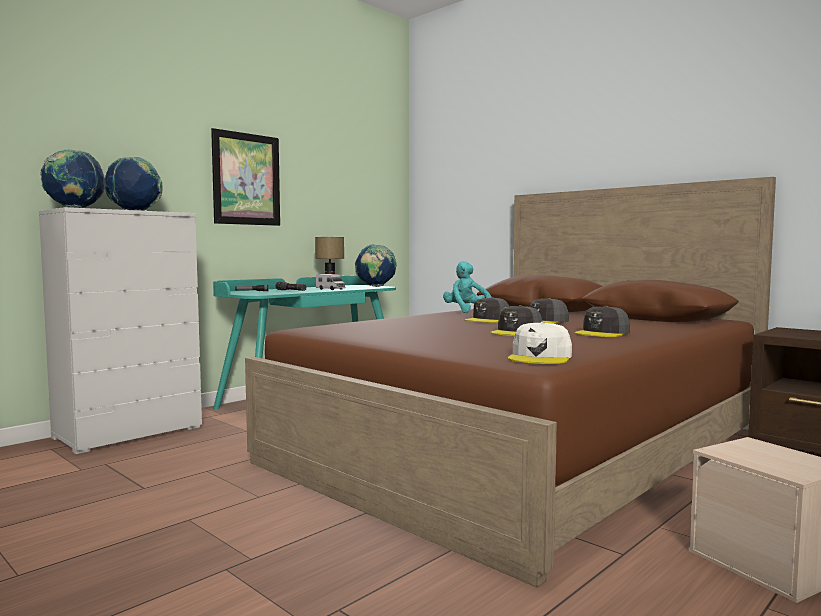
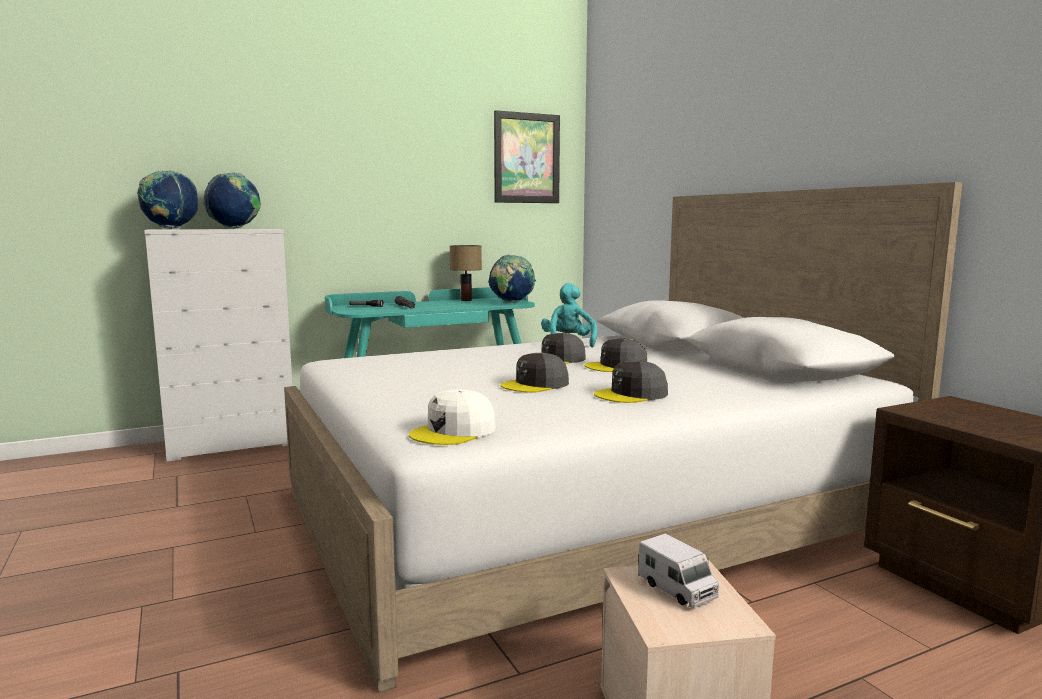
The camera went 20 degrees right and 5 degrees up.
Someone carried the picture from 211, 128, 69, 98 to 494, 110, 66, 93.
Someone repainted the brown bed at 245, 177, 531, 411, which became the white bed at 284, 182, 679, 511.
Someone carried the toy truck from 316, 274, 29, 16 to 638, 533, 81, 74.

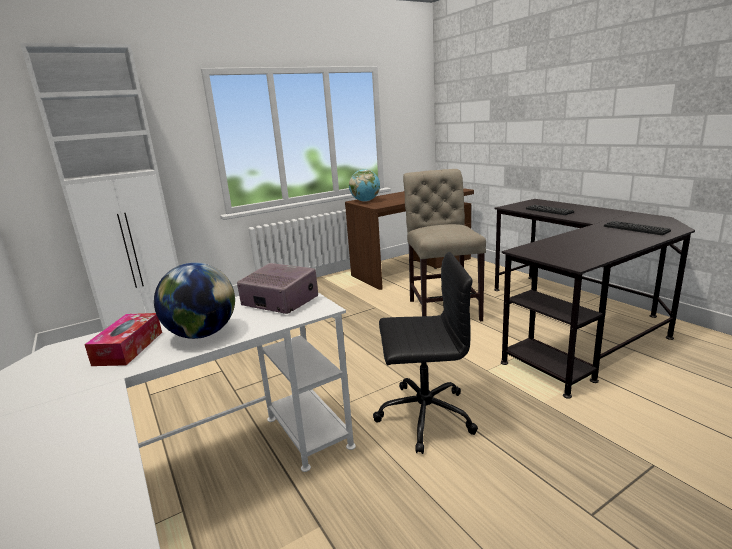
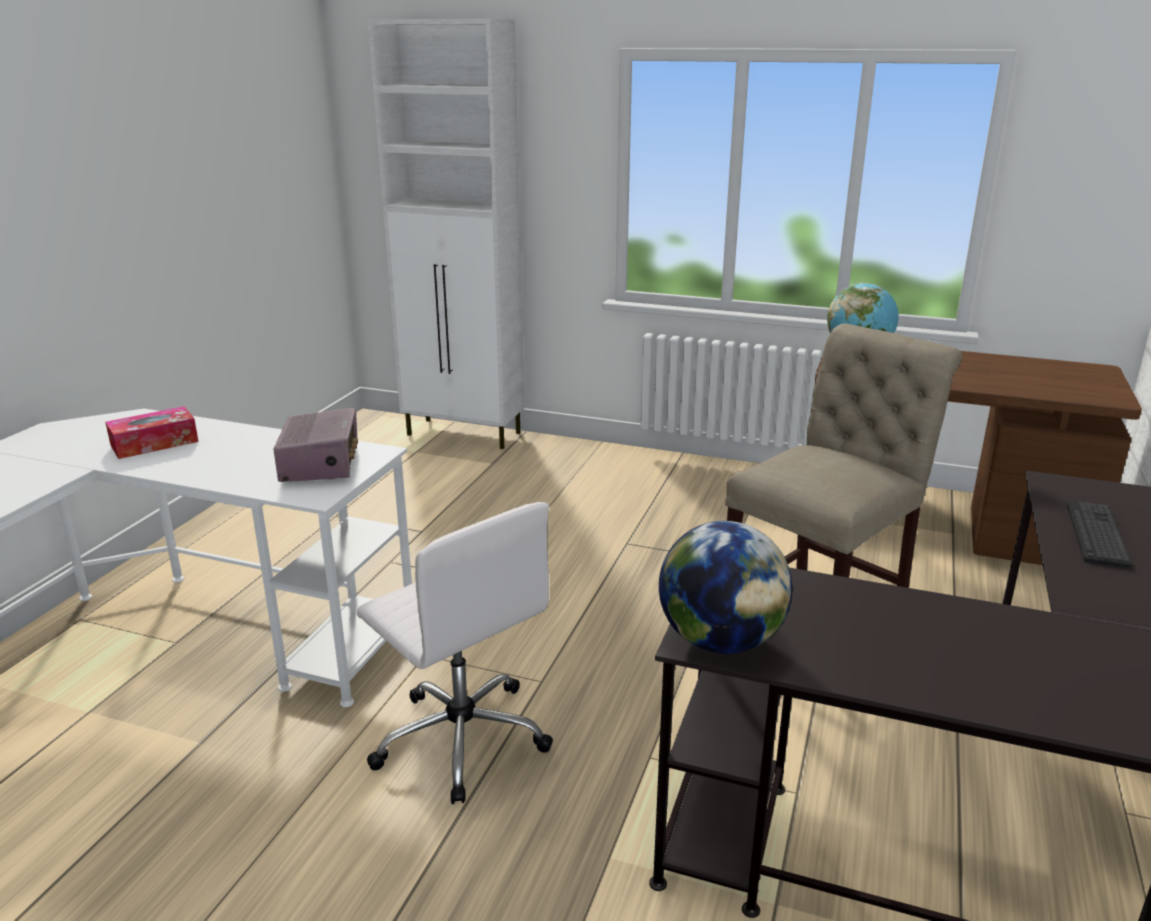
The camera went 50 degrees right and 5 degrees up.
Someone carried the globe from 154, 262, 81, 77 to 659, 521, 133, 133.
Someone repainted the black office chair at 373, 252, 105, 202, which became the white office chair at 357, 502, 196, 302.
Someone took away the keyboard at 604, 221, 67, 14.

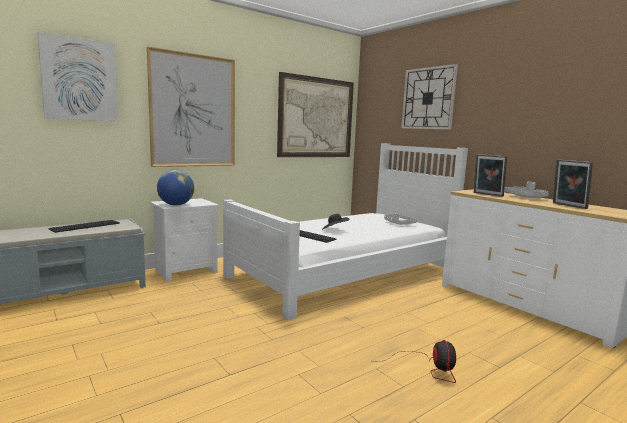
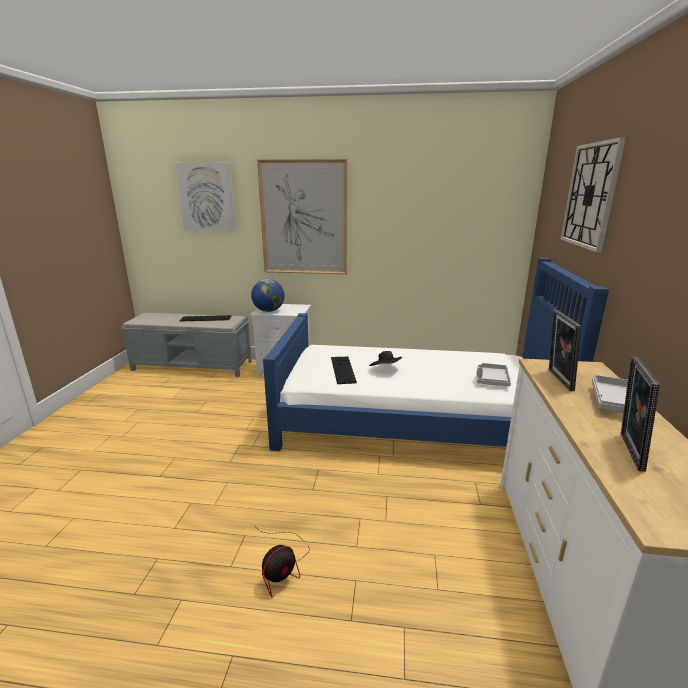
The camera went 45 degrees right and 10 degrees up.
Someone repainted the white bed at 223, 143, 245, 178, which became the blue bed at 263, 258, 346, 193.
Someone took away the picture at 277, 72, 77, 85.

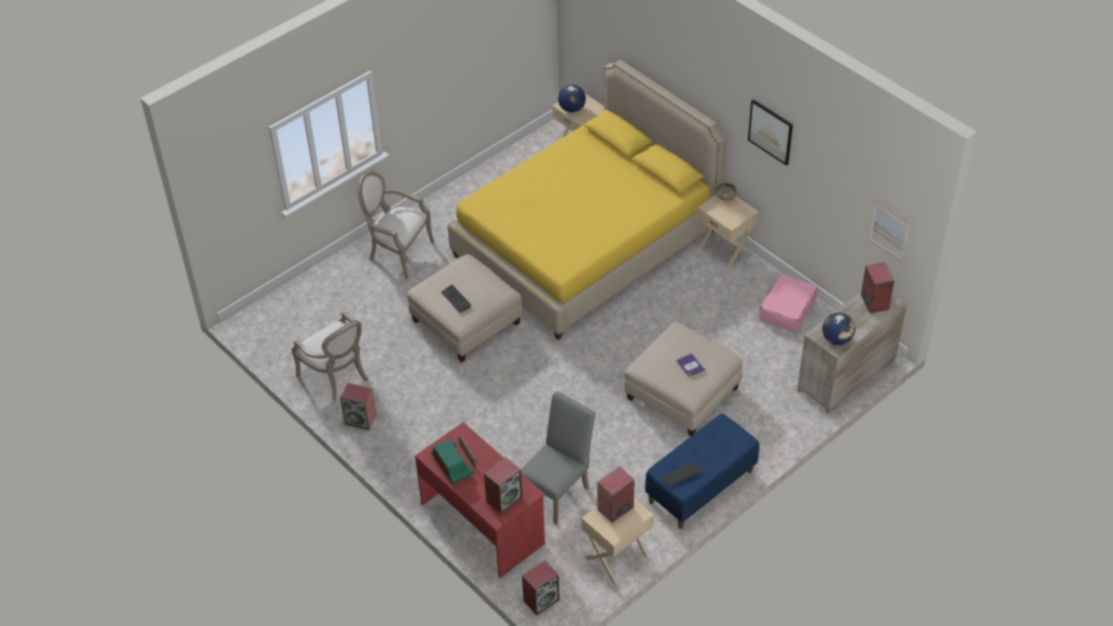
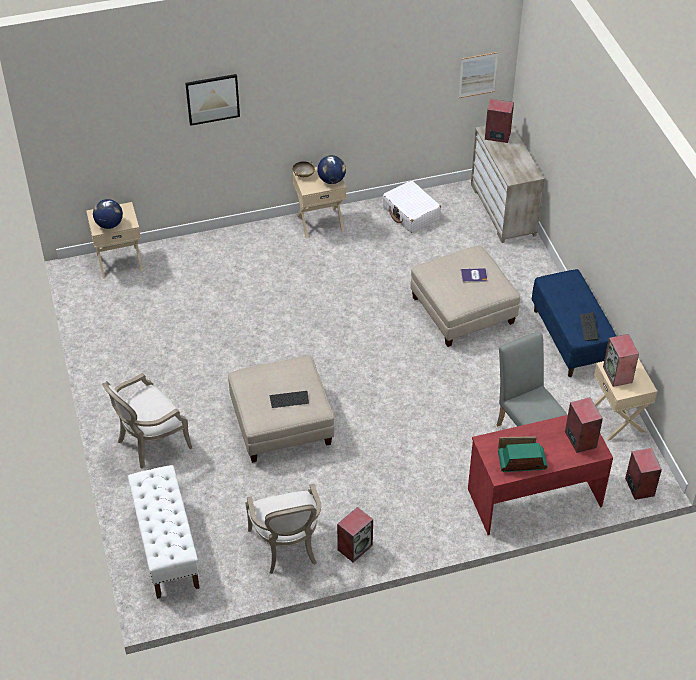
The camera went 65 degrees left and 0 degrees up.
Someone rotated the armchair at 291, 311, 78, 90 by 90 degrees clockwise.
Someone took away the yellow bed at 447, 60, 279, 280.
Someone carried the picture from 748, 99, 45, 67 to 185, 74, 55, 52.
Someone repainted the pink suitcase at 759, 274, 59, 59, which became the white suitcase at 382, 180, 59, 53.
Someone carried the globe from 822, 313, 33, 32 to 317, 155, 29, 29.
Someone put down the white bench at 128, 465, 71, 134.

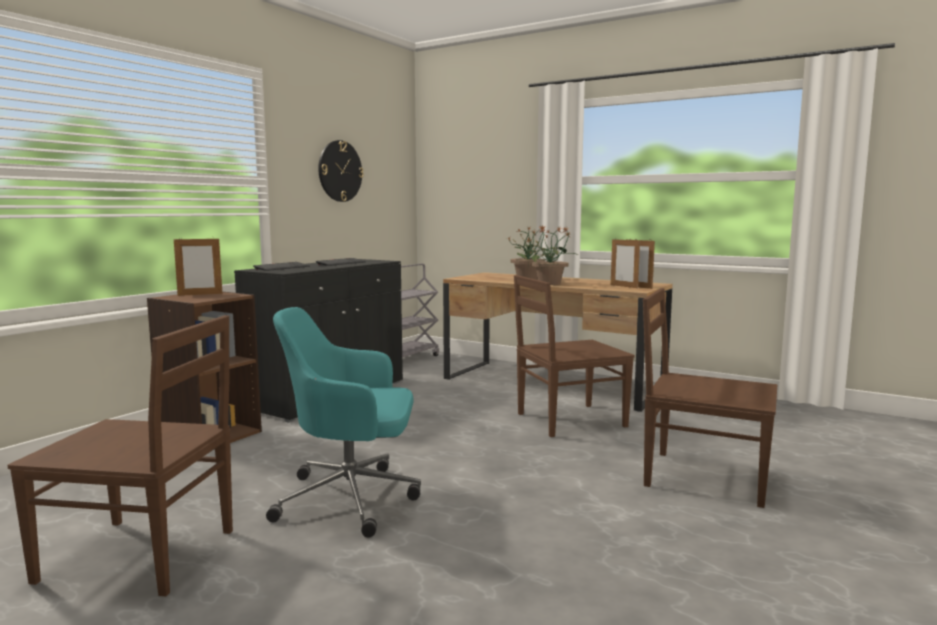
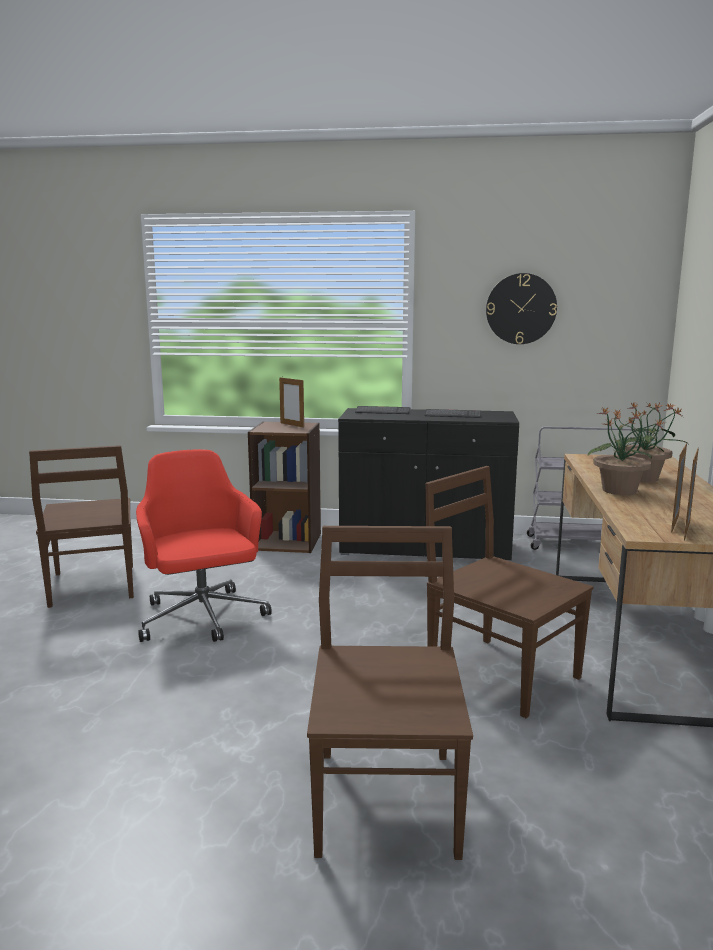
The camera went 65 degrees right and 5 degrees up.
Someone repainted the turquoise office chair at 266, 307, 155, 231, which became the red office chair at 136, 449, 136, 193.

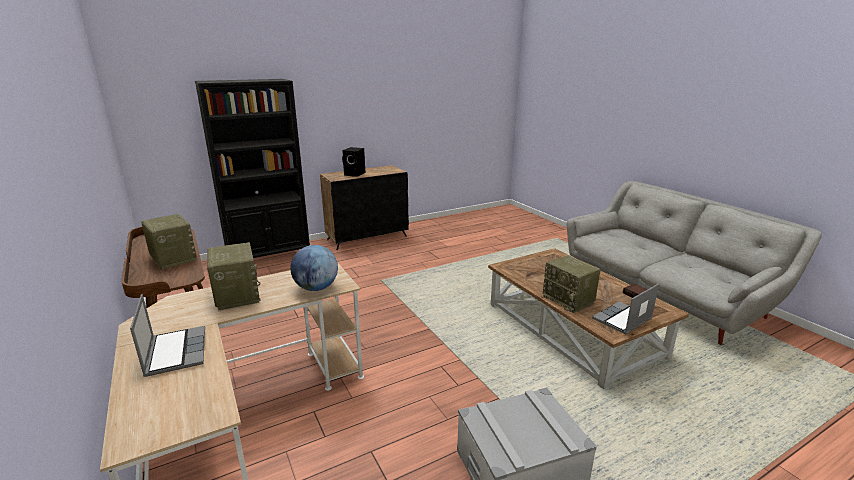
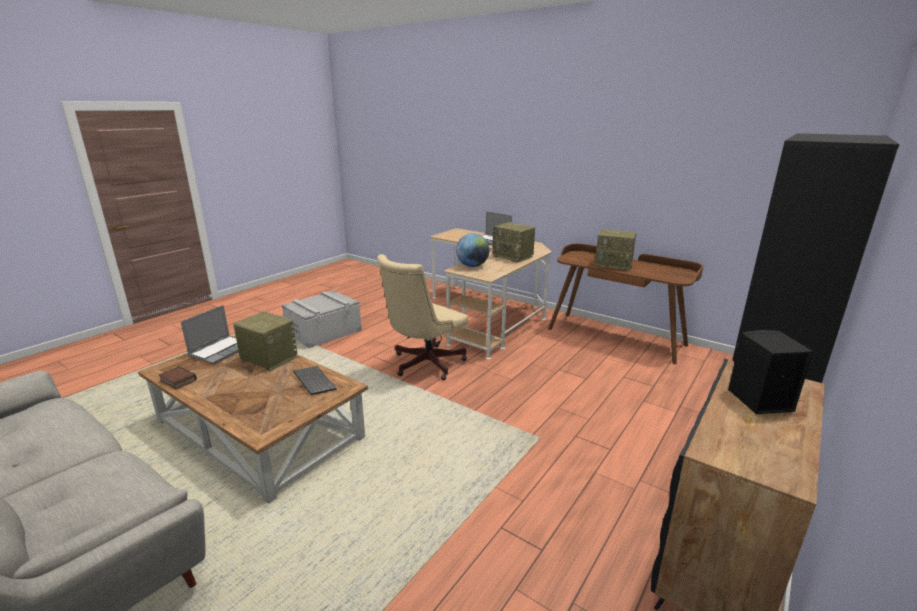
The camera went 155 degrees right and 0 degrees up.
Someone put down the keyboard at 293, 366, 43, 29.
Someone put down the beige office chair at 377, 254, 91, 126.

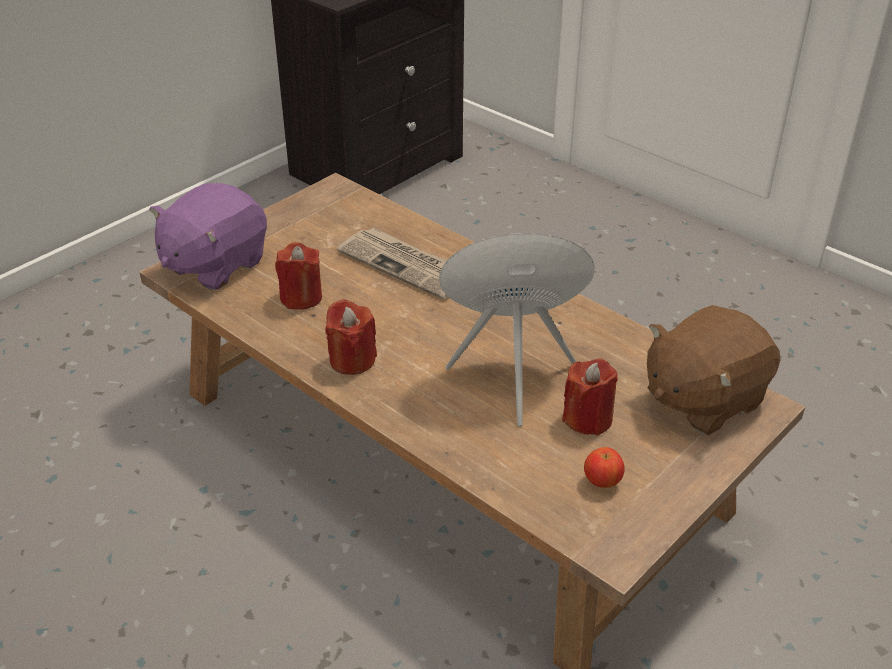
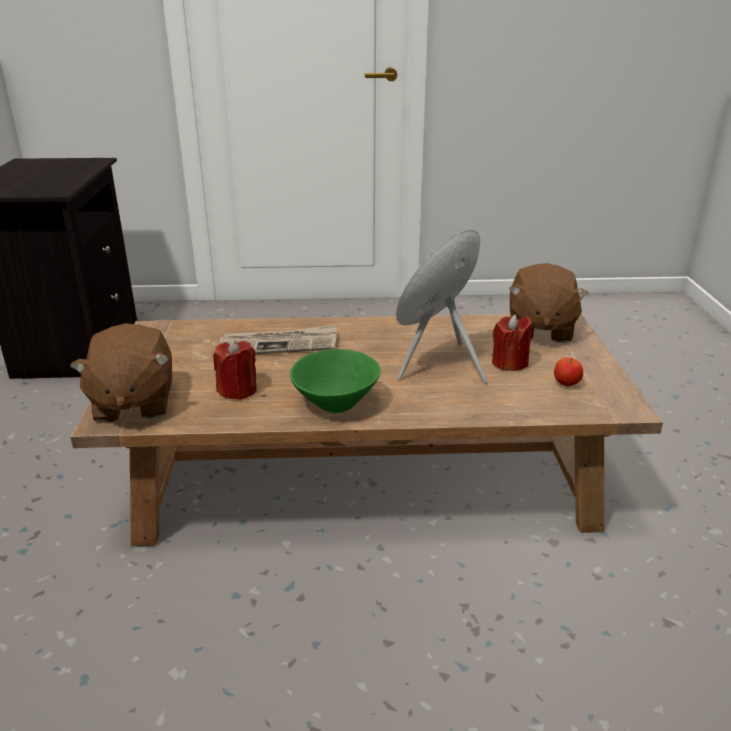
The camera went 45 degrees left and 10 degrees down.
Someone repainted the purple plush toy at 149, 183, 118, 107, which became the brown plush toy at 70, 323, 102, 100.
Someone swapped the red candle at 325, 299, 52, 76 for the green bowl at 290, 349, 91, 64.

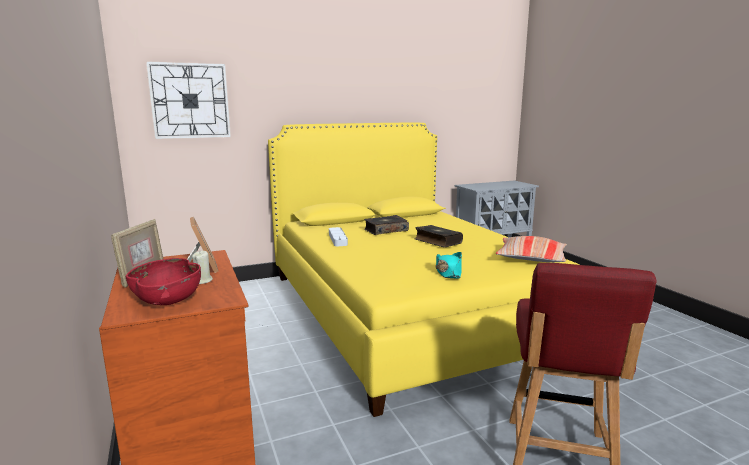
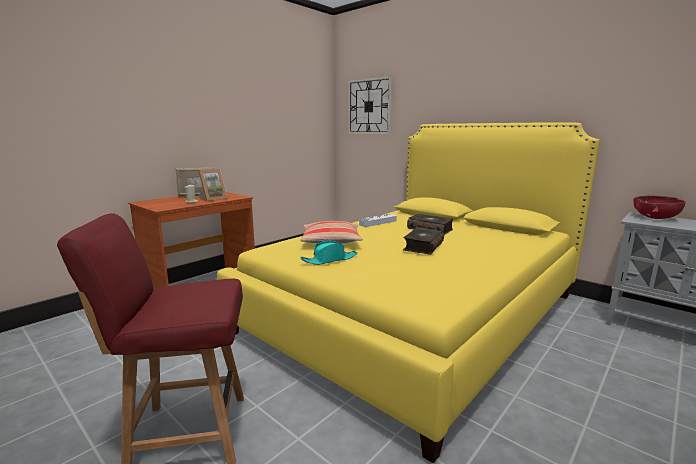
The camera went 65 degrees right and 0 degrees up.
Someone carried the red bowl from 126, 258, 75, 47 to 634, 196, 52, 23.
Someone carried the pillow from 496, 236, 71, 26 to 300, 221, 63, 23.

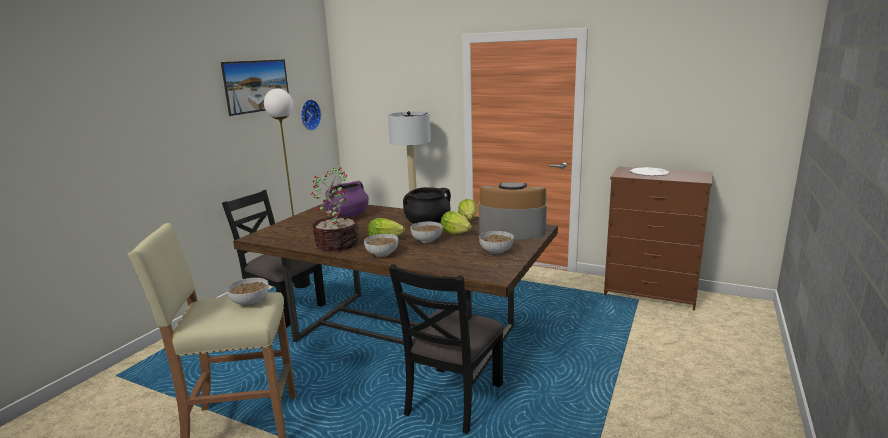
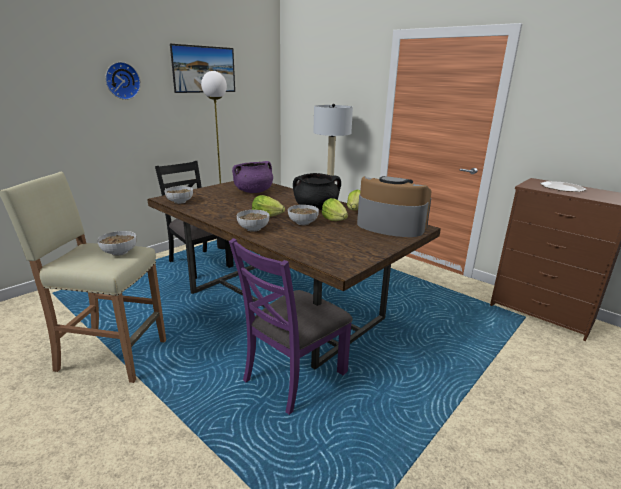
The camera went 15 degrees right and 5 degrees up.
Someone carried the wall clock from 301, 99, 20, 32 to 105, 62, 36, 38.
Someone took away the potted plant at 311, 167, 48, 85.
Someone repainted the black chair at 389, 264, 115, 170, which became the purple chair at 229, 238, 124, 177.
Someone carried the bowl from 479, 231, 35, 23 to 165, 186, 28, 18.

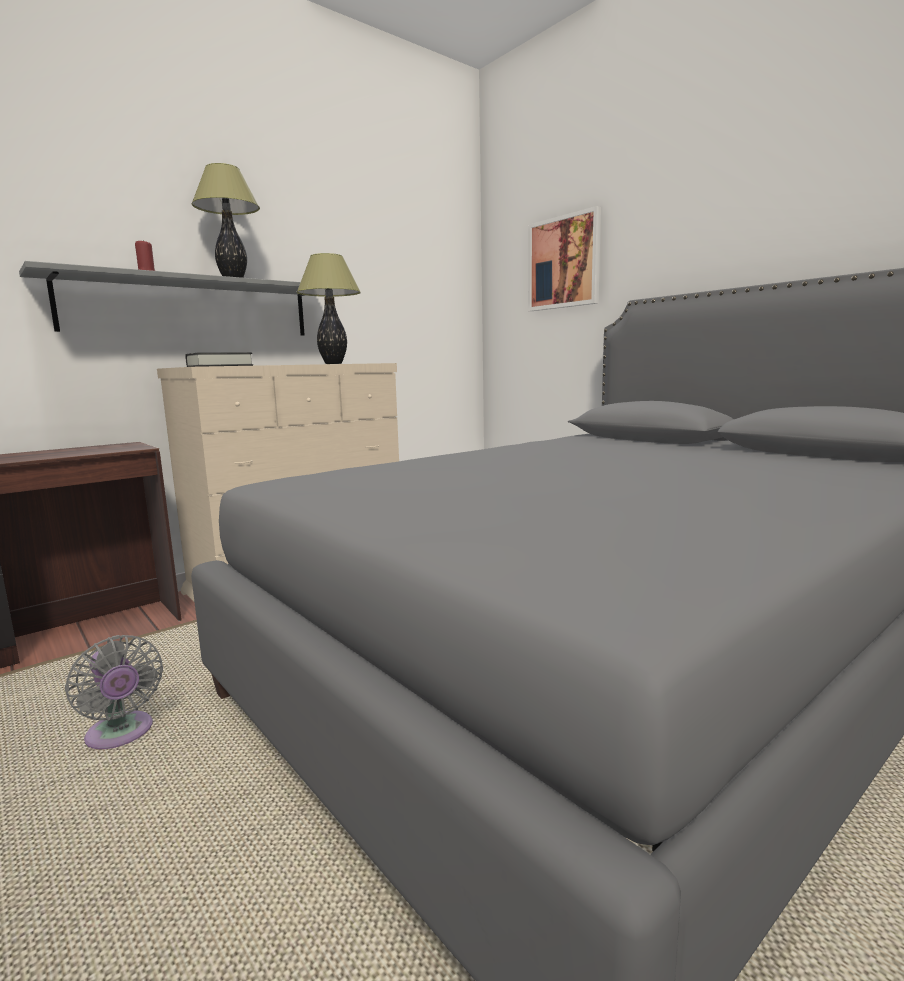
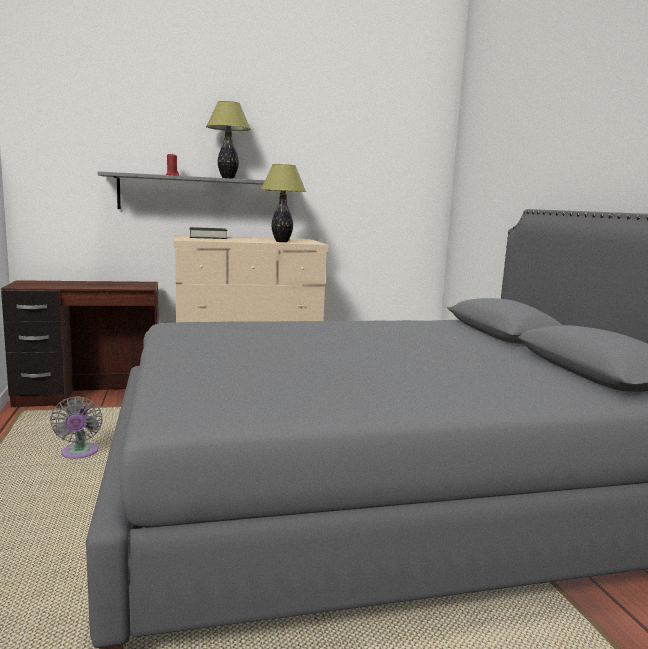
The camera went 25 degrees right and 0 degrees up.
Someone took away the picture at 528, 206, 73, 105.

